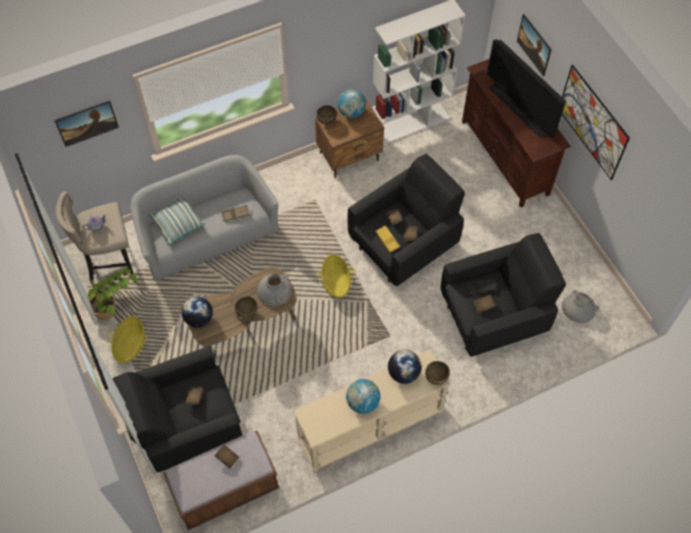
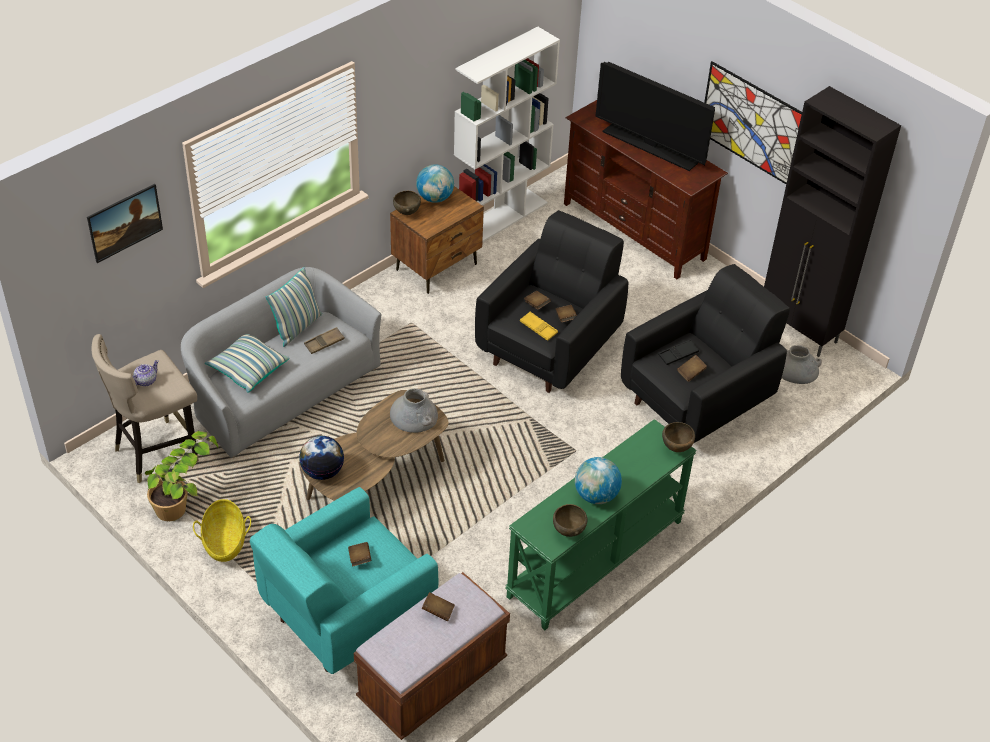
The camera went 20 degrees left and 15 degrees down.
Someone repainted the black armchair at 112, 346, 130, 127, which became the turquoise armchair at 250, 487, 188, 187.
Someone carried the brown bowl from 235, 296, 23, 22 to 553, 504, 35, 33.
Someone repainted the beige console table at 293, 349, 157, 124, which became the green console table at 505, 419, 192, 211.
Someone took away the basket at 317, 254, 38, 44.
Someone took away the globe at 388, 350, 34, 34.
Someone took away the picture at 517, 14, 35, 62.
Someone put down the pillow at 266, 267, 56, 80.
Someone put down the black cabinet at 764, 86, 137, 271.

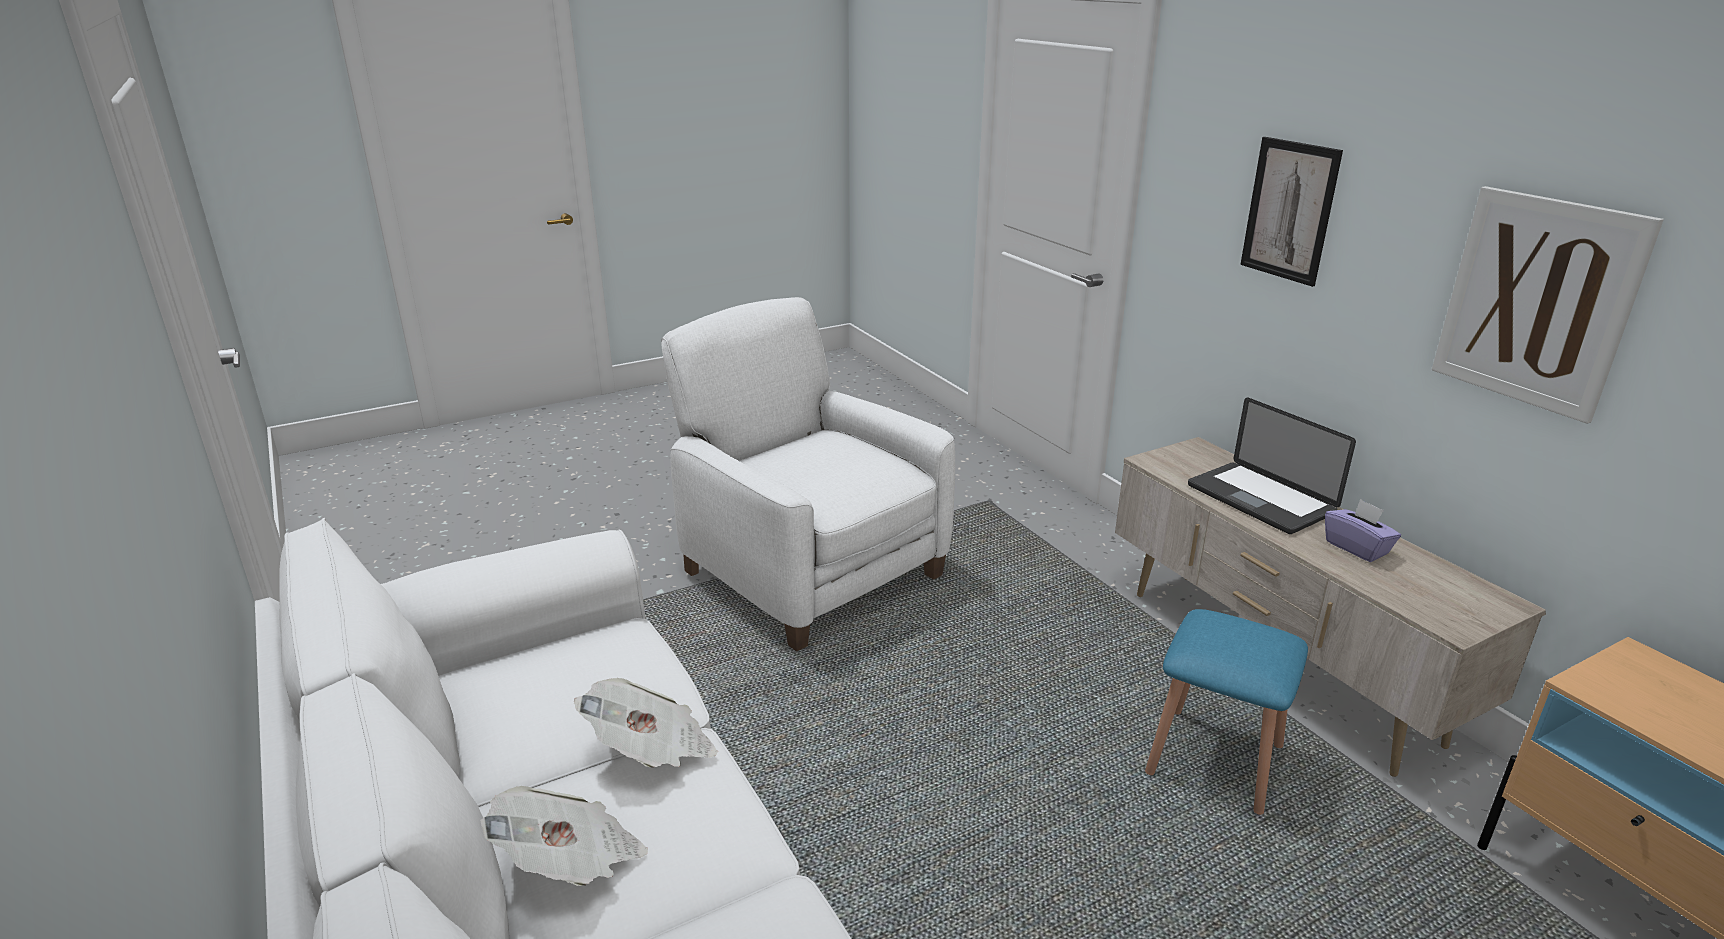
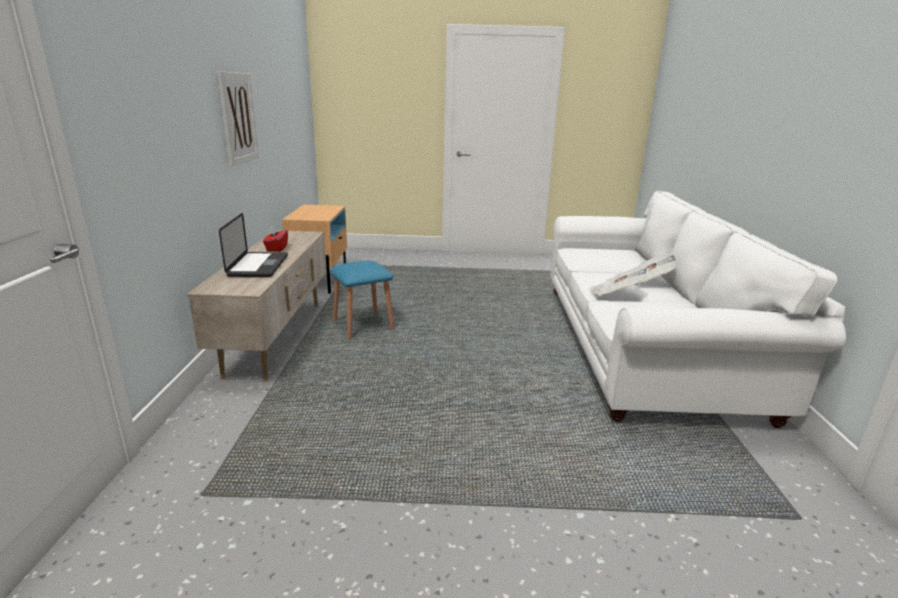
The camera went 150 degrees left and 5 degrees down.
Someone took away the white armchair at 661, 297, 294, 354.
Someone took away the picture at 1240, 137, 103, 150.
Someone repainted the purple tissue box at 1325, 499, 76, 63, which became the red tissue box at 263, 225, 25, 27.

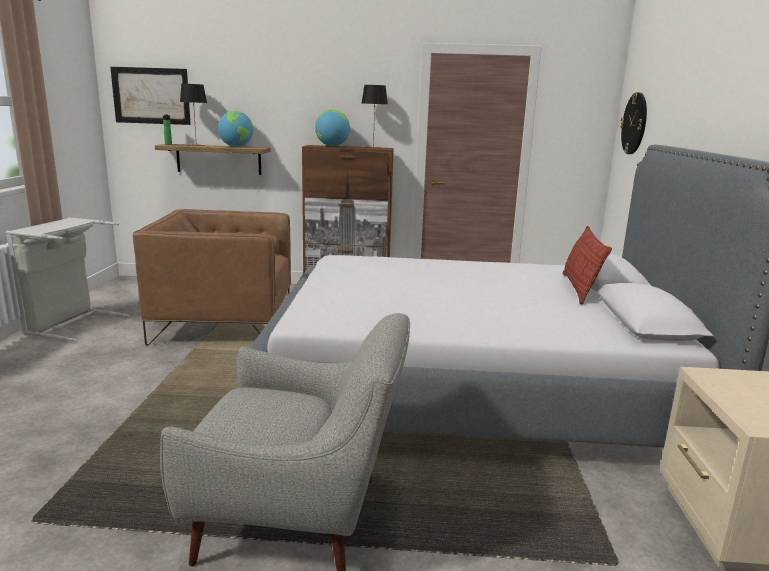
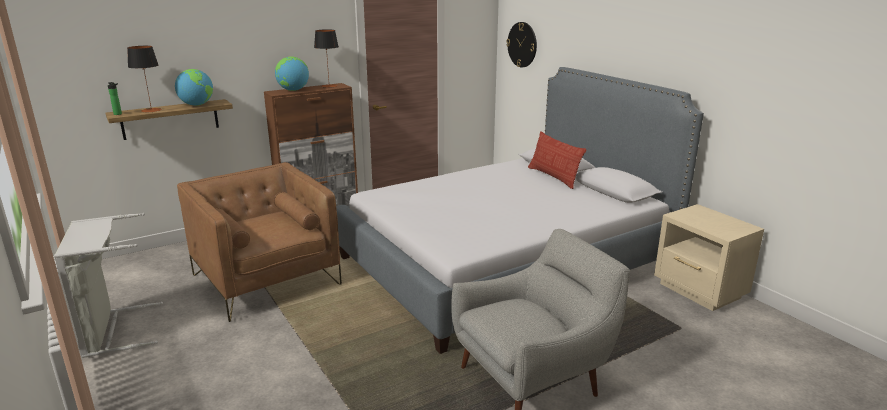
The camera went 35 degrees left and 5 degrees up.
Someone took away the picture at 110, 67, 81, 58.
Someone rotated the brown armchair at 133, 209, 158, 137 by 90 degrees clockwise.

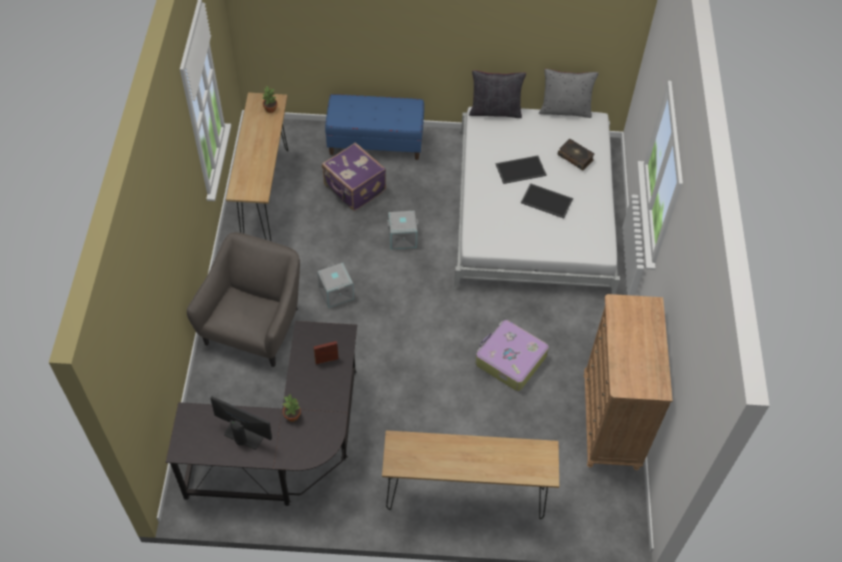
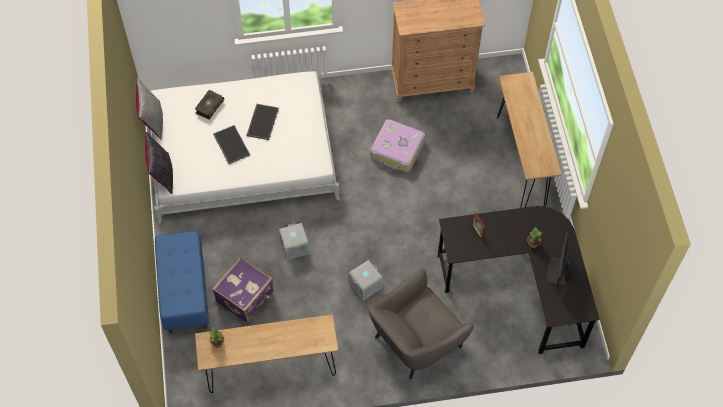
The camera went 100 degrees left and 5 degrees up.
Someone rotated the grey armchair at 187, 232, 113, 135 by 45 degrees counterclockwise.

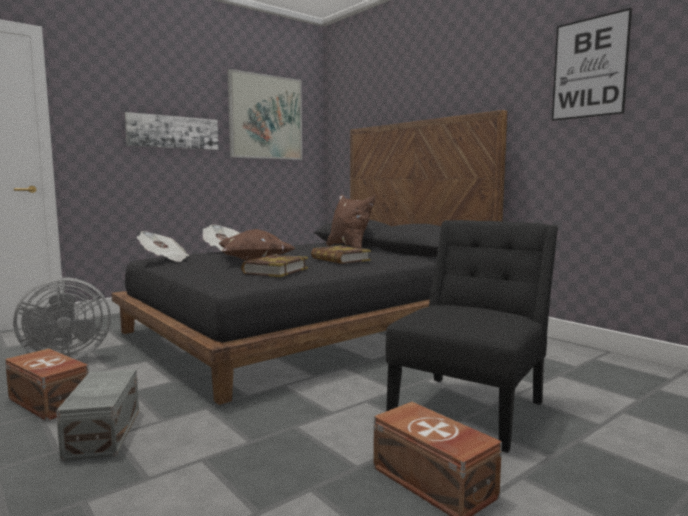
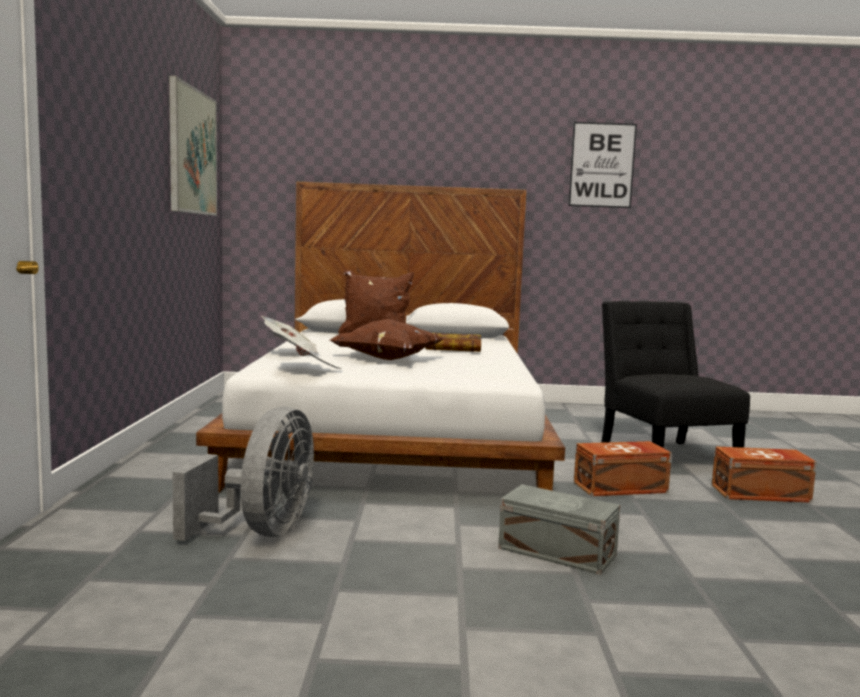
The camera went 50 degrees left and 0 degrees up.
Someone carried the brown storage box from 5, 349, 84, 72 to 574, 441, 98, 55.
Someone repainted the black bed at 111, 110, 397, 295, which became the white bed at 196, 182, 369, 310.
Someone took away the picture at 125, 112, 93, 38.
Someone took away the book at 241, 255, 67, 22.

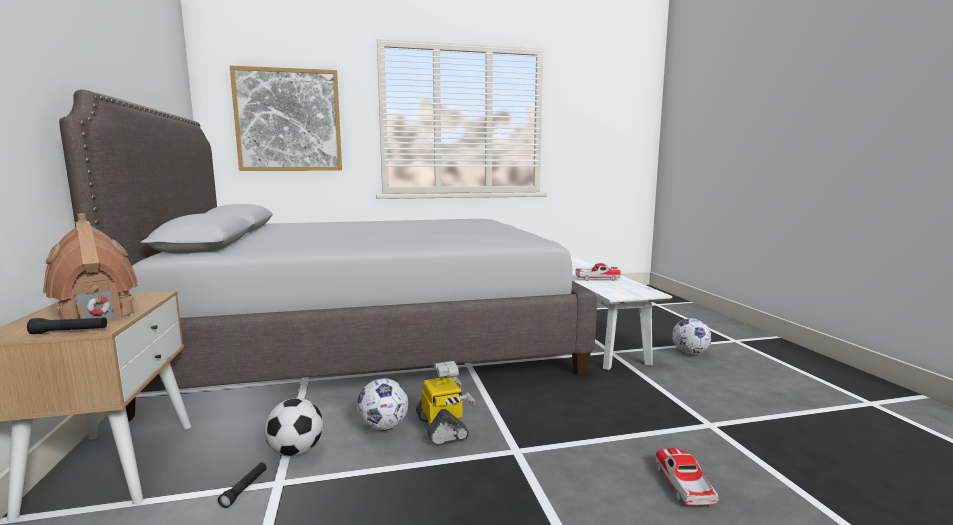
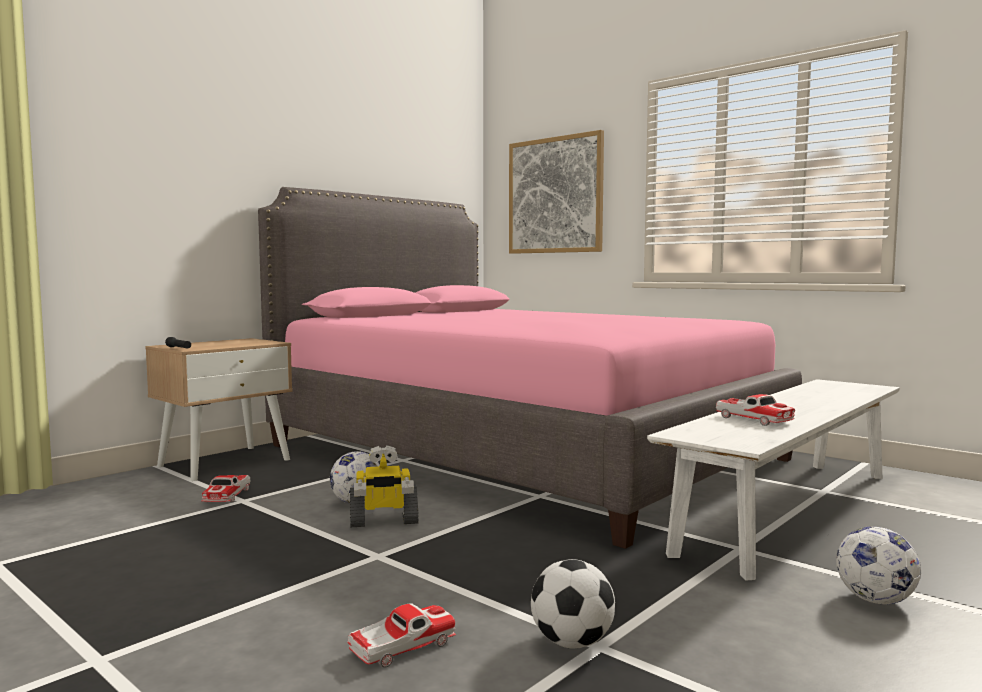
The camera went 55 degrees right and 5 degrees down.
Someone took away the toy house at 43, 213, 95, 107.
Someone repainted the grey bed at 59, 90, 538, 331, which became the pink bed at 258, 187, 544, 362.
Someone swapped the black flashlight at 218, 463, 49, 45 for the toy car at 201, 475, 50, 27.
Someone carried the football from 264, 398, 59, 59 to 531, 559, 84, 90.
Someone rotated the toy robot at 416, 361, 59, 85 by 45 degrees clockwise.

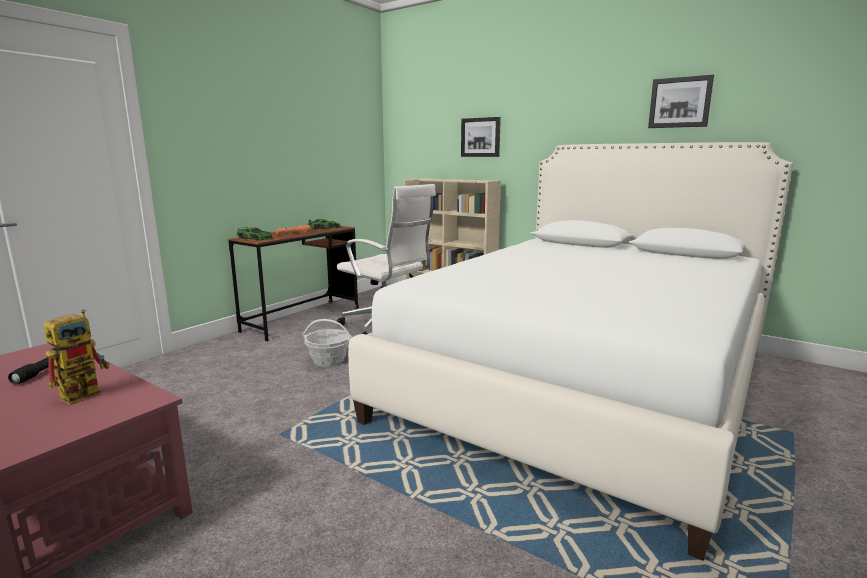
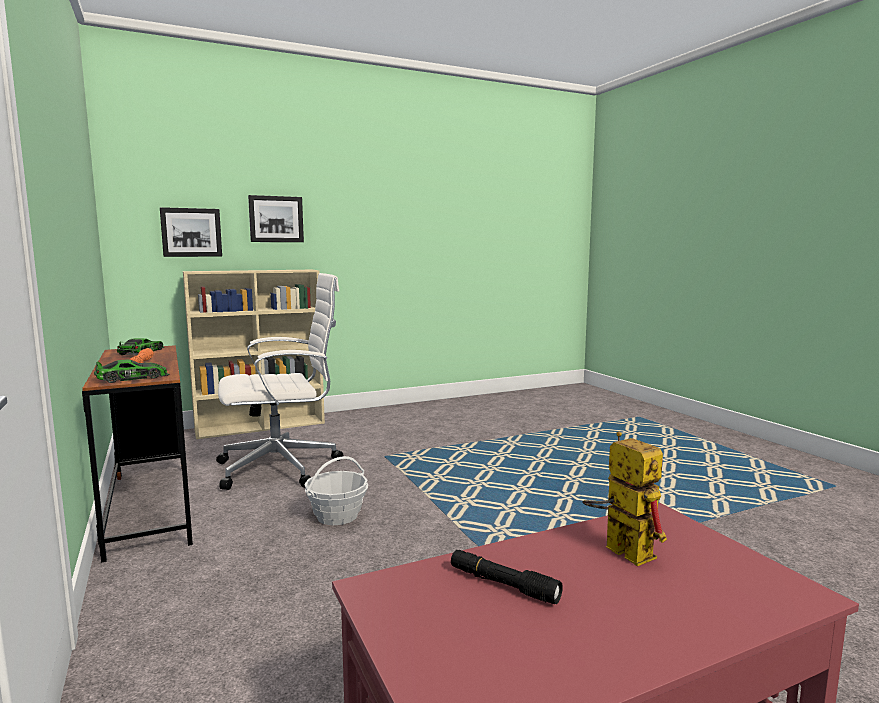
The camera went 60 degrees left and 5 degrees down.
Someone took away the white bed at 348, 142, 445, 419.
Someone carried the picture from 648, 75, 66, 53 to 160, 207, 62, 50.

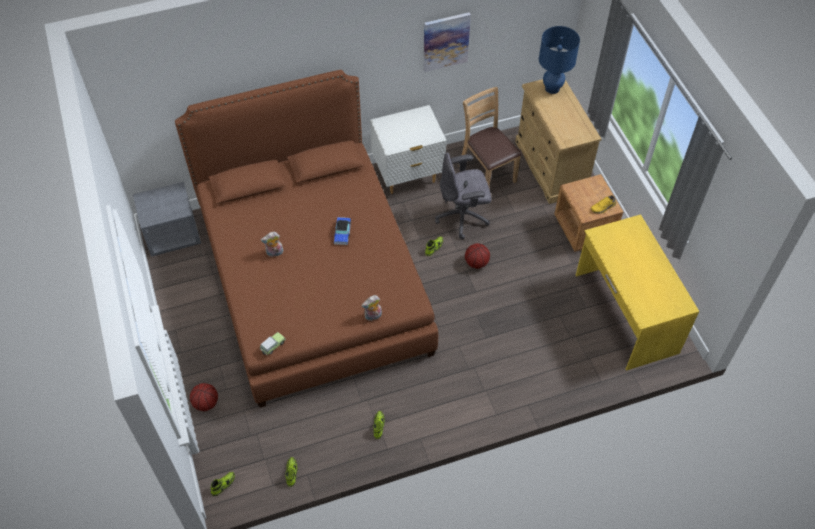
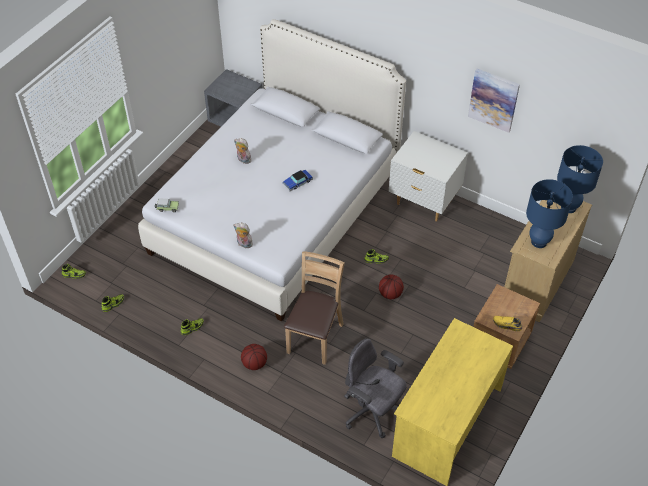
The camera went 50 degrees right and 5 degrees down.
Someone repainted the brown bed at 175, 70, 263, 338, which became the white bed at 138, 19, 268, 303.
Someone carried the basketball from 190, 383, 28, 28 to 241, 344, 26, 26.
Someone carried the grey office chair from 435, 153, 56, 86 to 344, 338, 63, 100.
Someone carried the brown chair from 462, 87, 60, 99 to 284, 251, 61, 114.
Someone put down the blue table lamp at 526, 179, 47, 69.

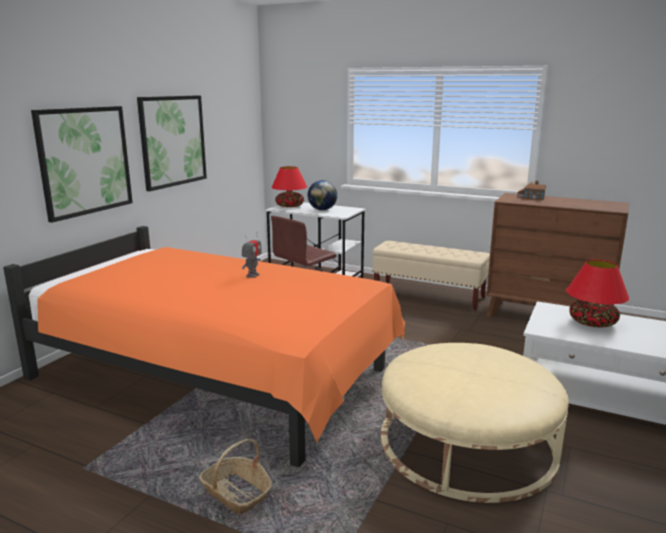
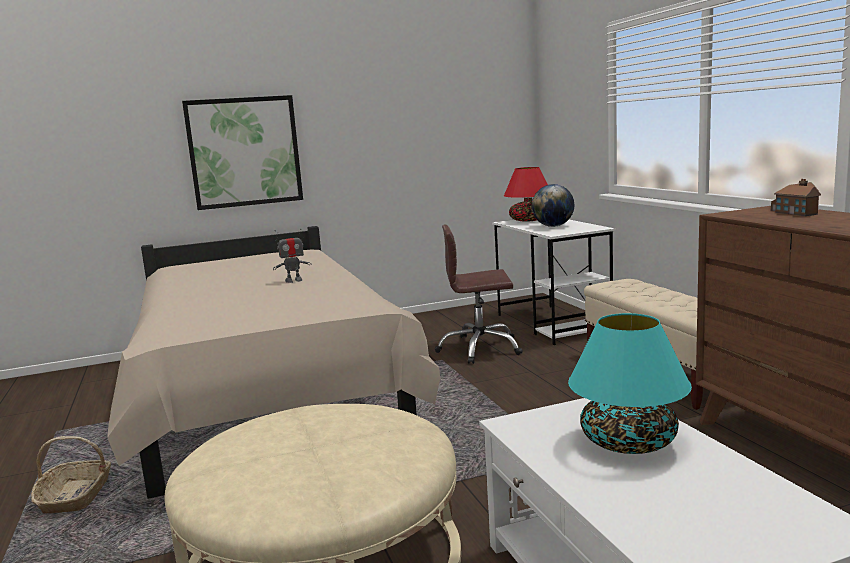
The camera went 45 degrees right and 5 degrees down.
Someone repainted the orange bed at 3, 226, 402, 241, which became the beige bed at 107, 226, 333, 273.
Someone took away the picture at 137, 95, 70, 96.
Someone repainted the red table lamp at 566, 260, 63, 67, which became the turquoise table lamp at 568, 313, 124, 141.

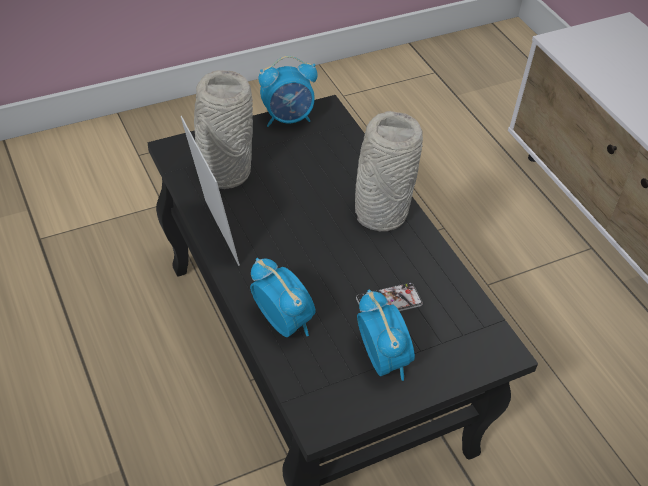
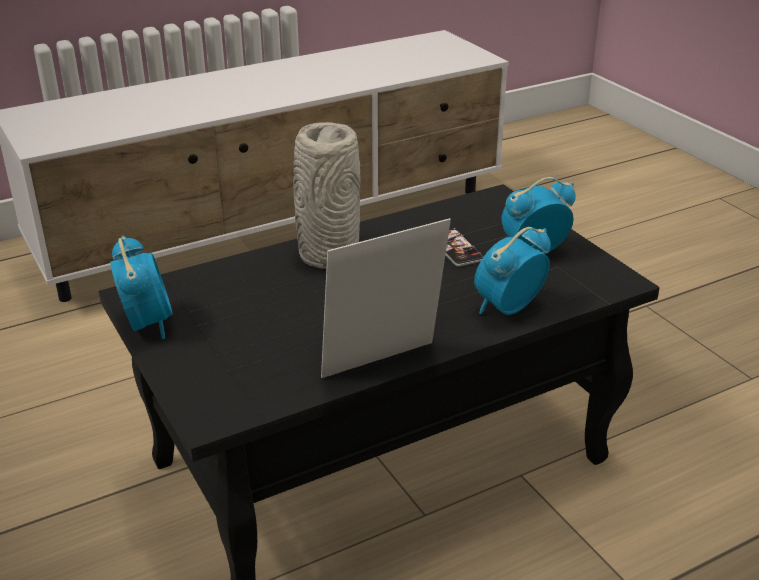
The camera went 90 degrees left and 15 degrees down.
Someone took away the grey vase at 194, 70, 59, 119.

